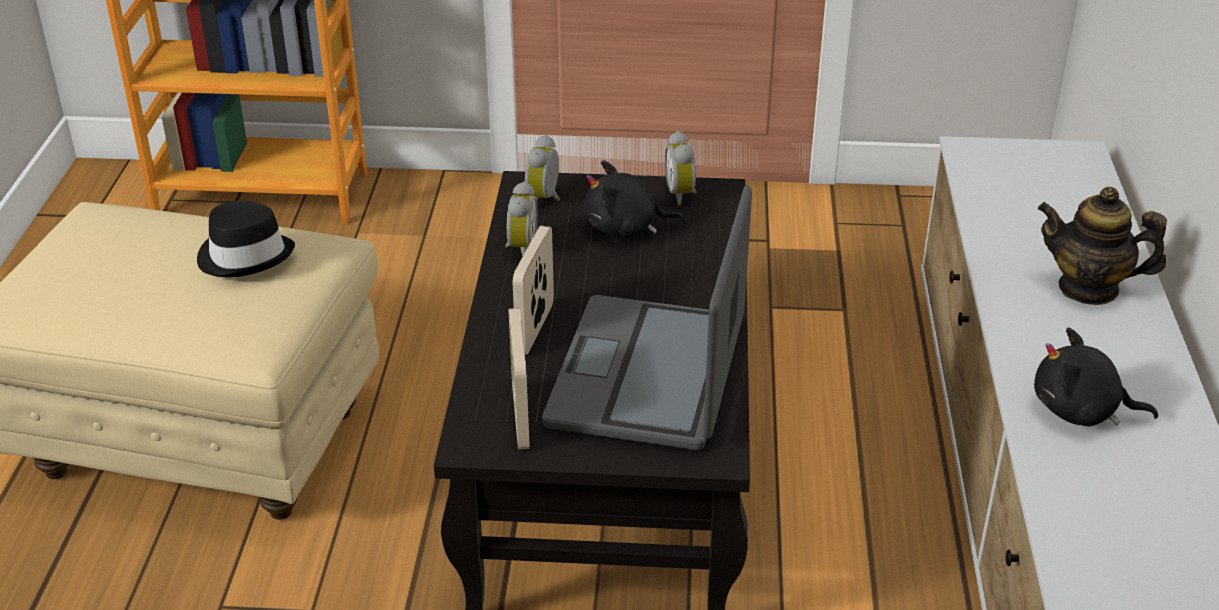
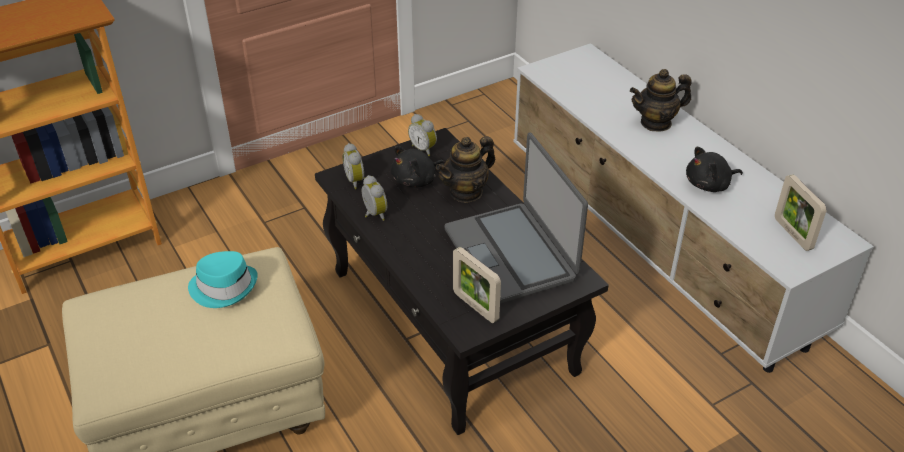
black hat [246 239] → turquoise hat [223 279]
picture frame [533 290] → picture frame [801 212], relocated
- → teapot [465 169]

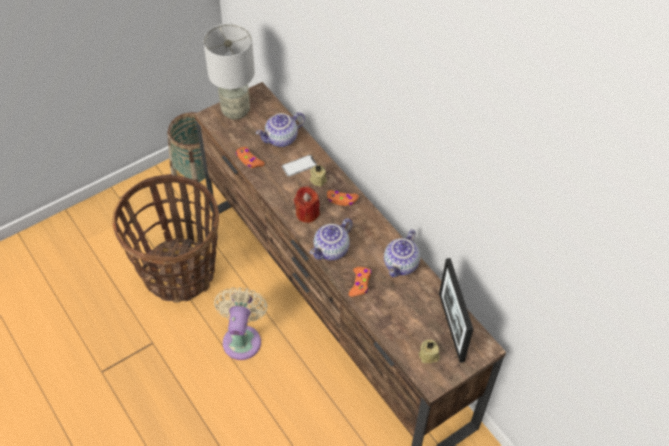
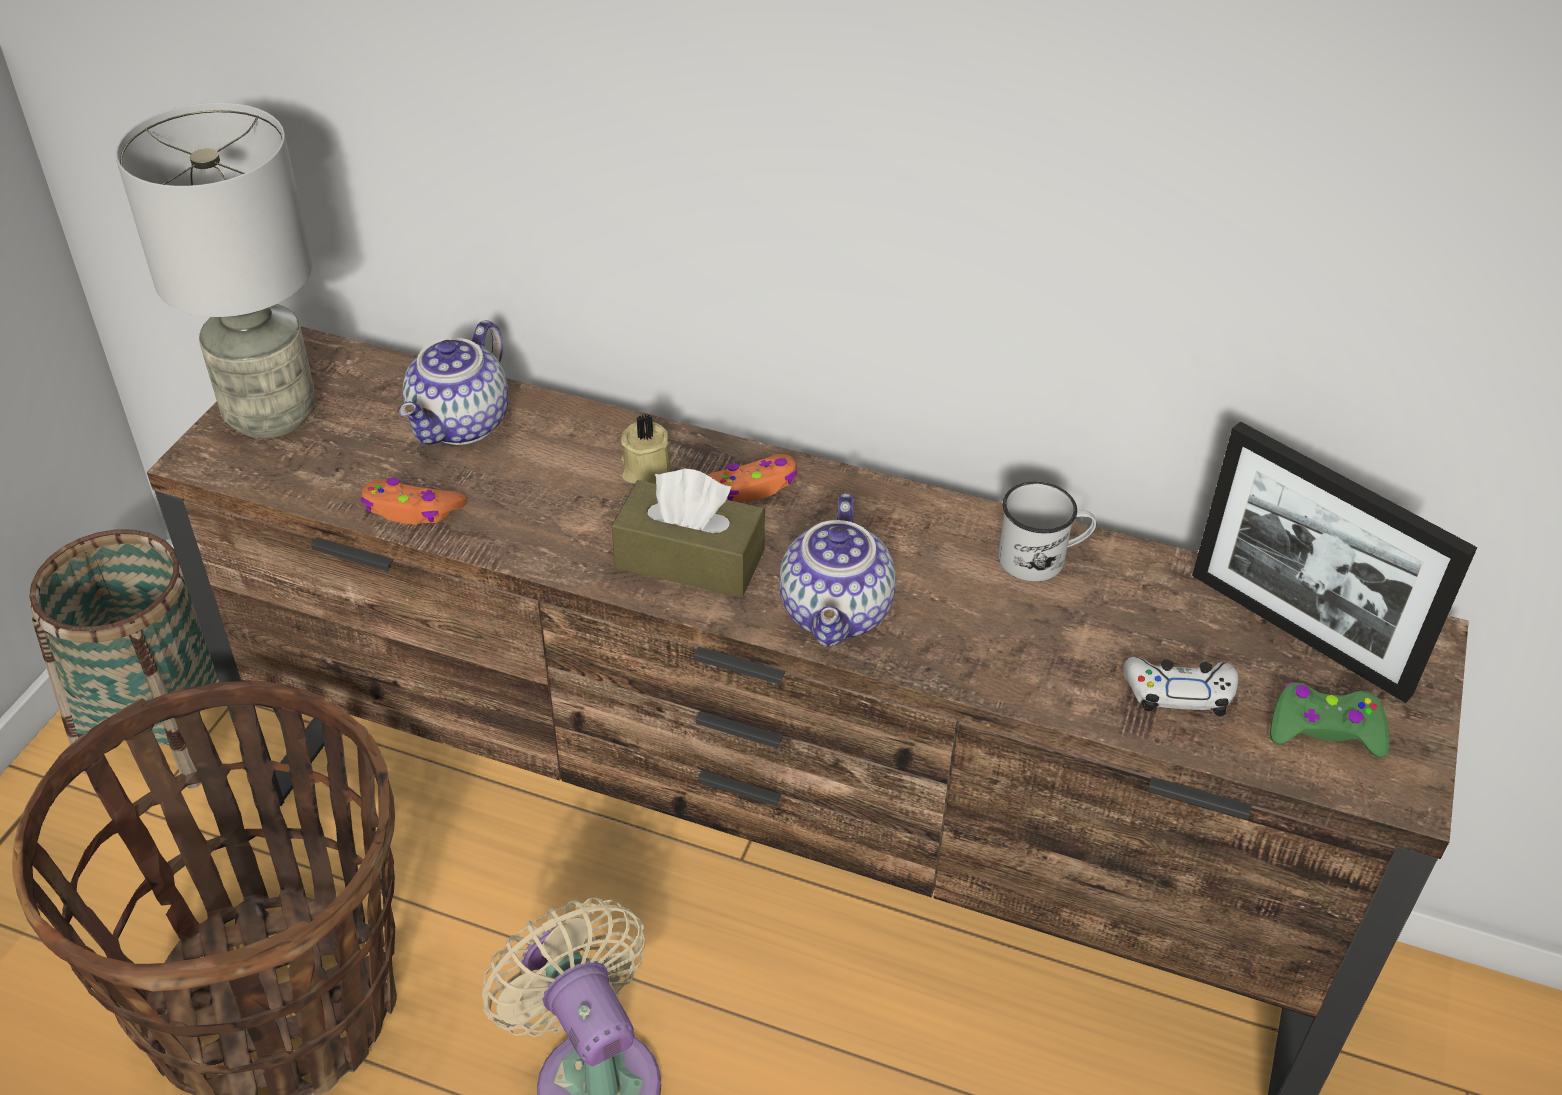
phone [299 166] → -
red candle [307 204] → brown tissue box [688 533]
orange game controller [360 282] → -
teapot [402 253] → white mug [1047 531]
beige candle [429 351] → green game controller [1329 720]
- → white game controller [1180 687]

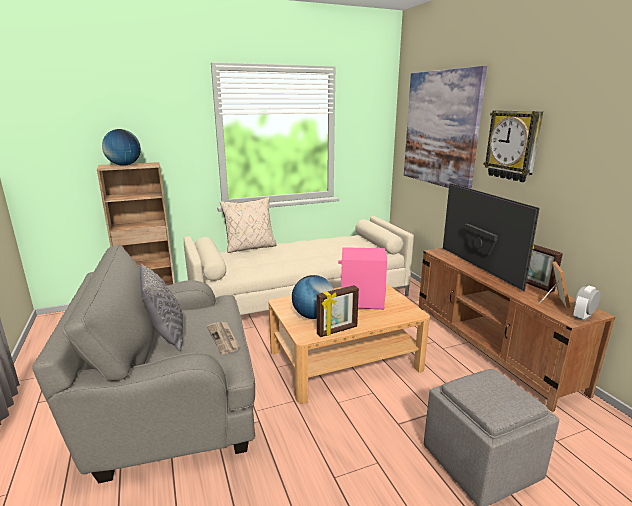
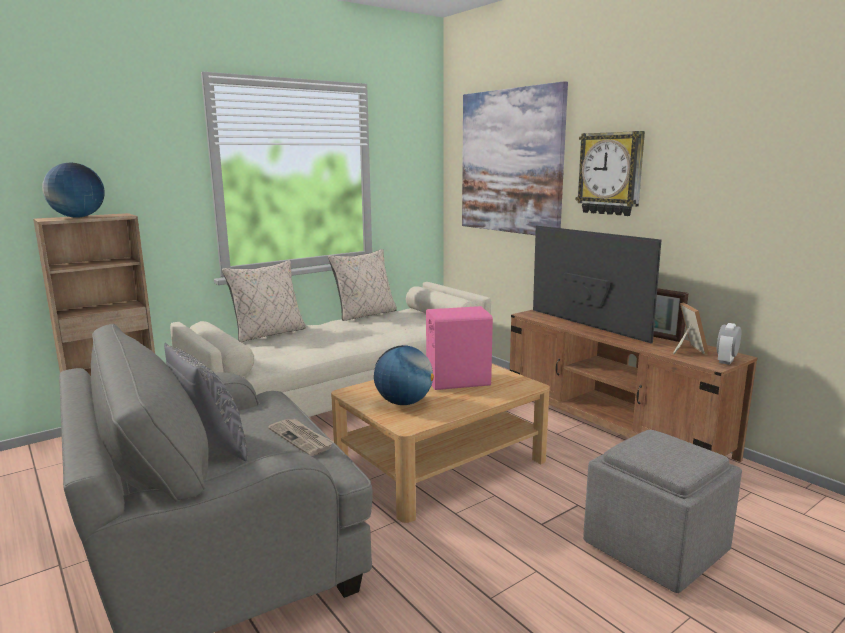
picture frame [338 311] → -
- → beige pillow [362 285]

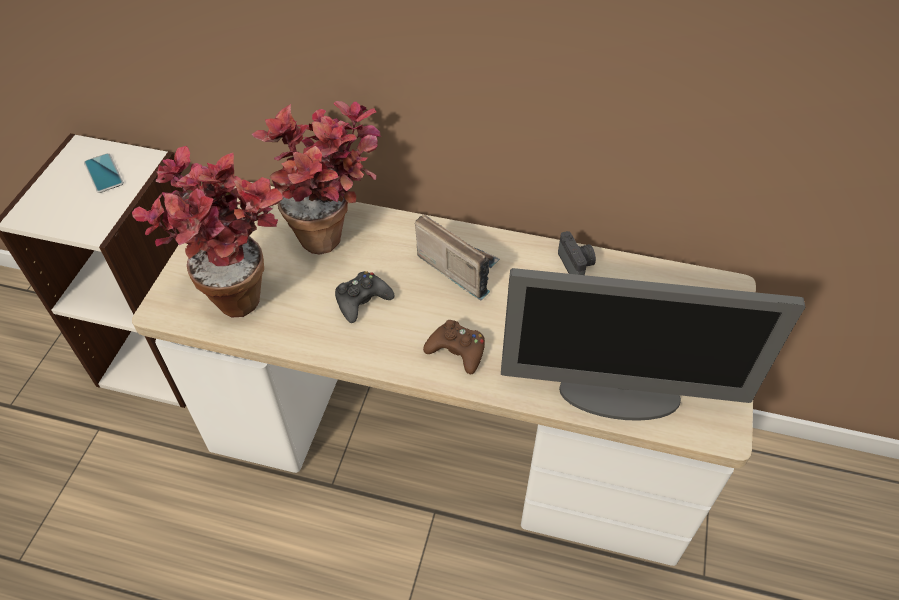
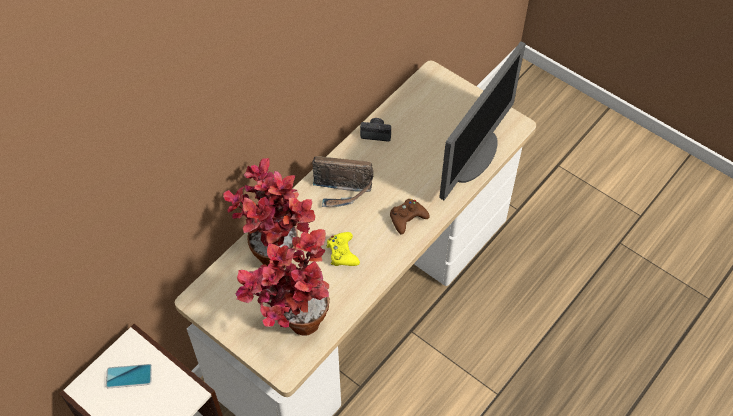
black game controller [365 297] → yellow game controller [343 249]
radio [457 257] → radio [342 181], 150 degrees counterclockwise

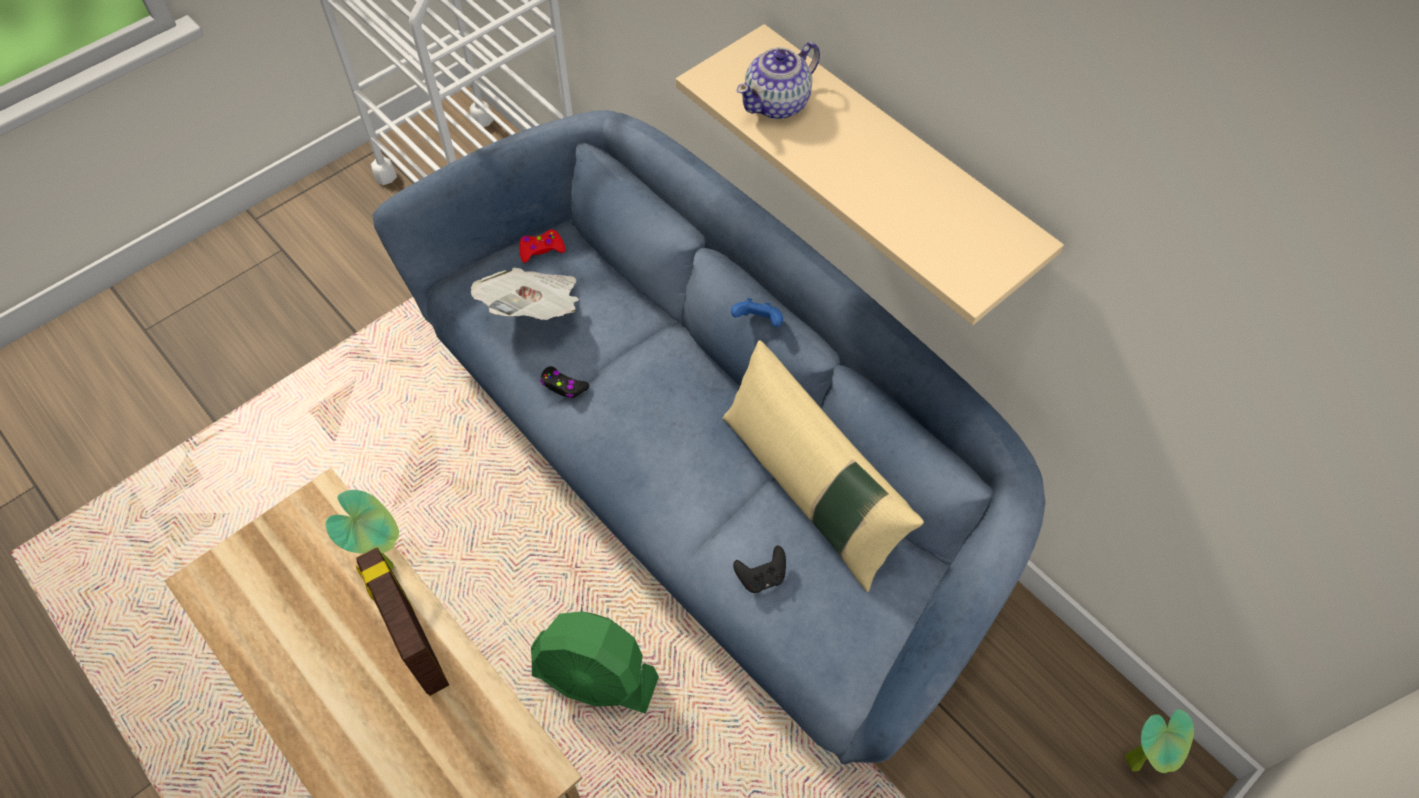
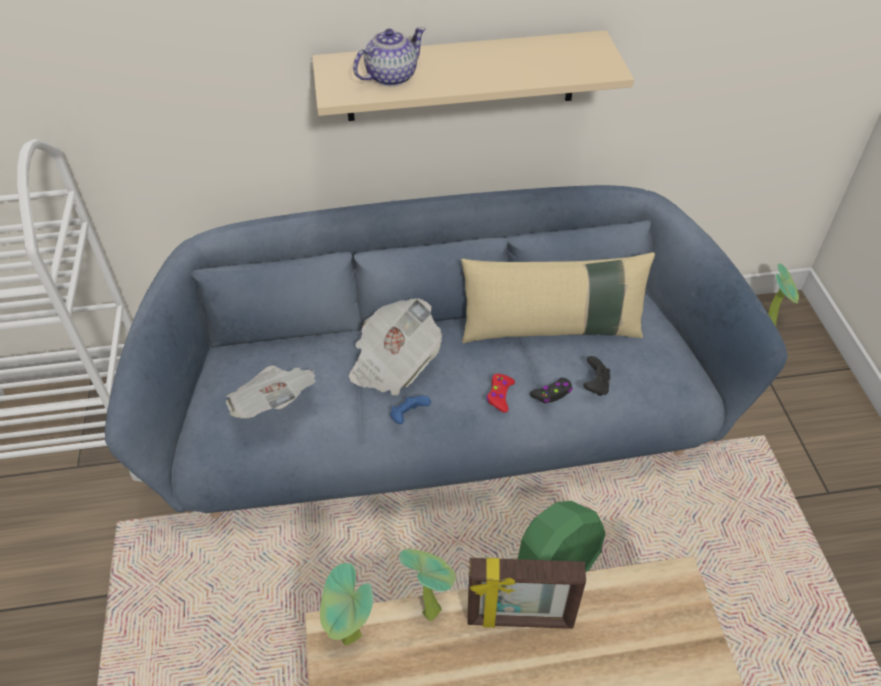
red game controller [542 246] → red game controller [500 393], relocated
black game controller [565 382] → black game controller [551 391], relocated
blue game controller [757 312] → blue game controller [410 410], relocated
teapot [778 80] → teapot [389 56], 120 degrees counterclockwise
- → potted plant [346 604]
- → newspaper [395 347]

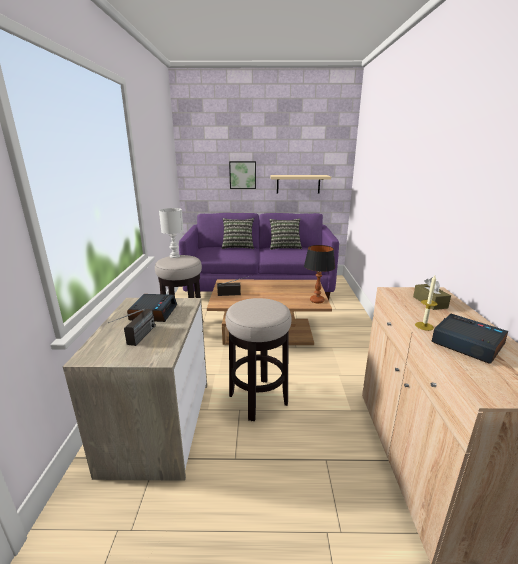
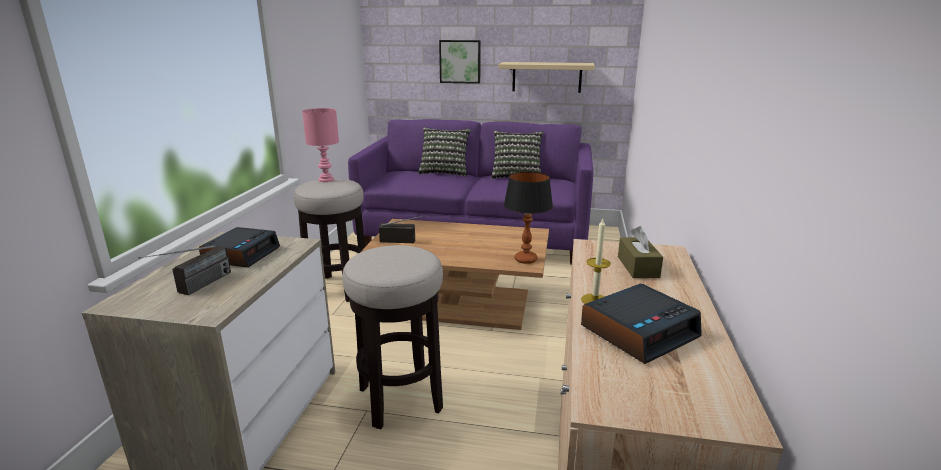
white table lamp [171 233] → pink table lamp [320 145]
alarm clock [470 339] → alarm clock [641 324], 90 degrees clockwise

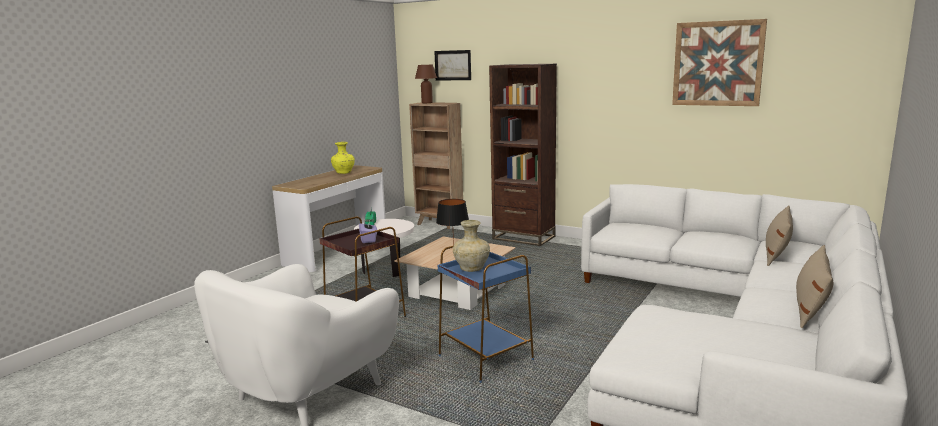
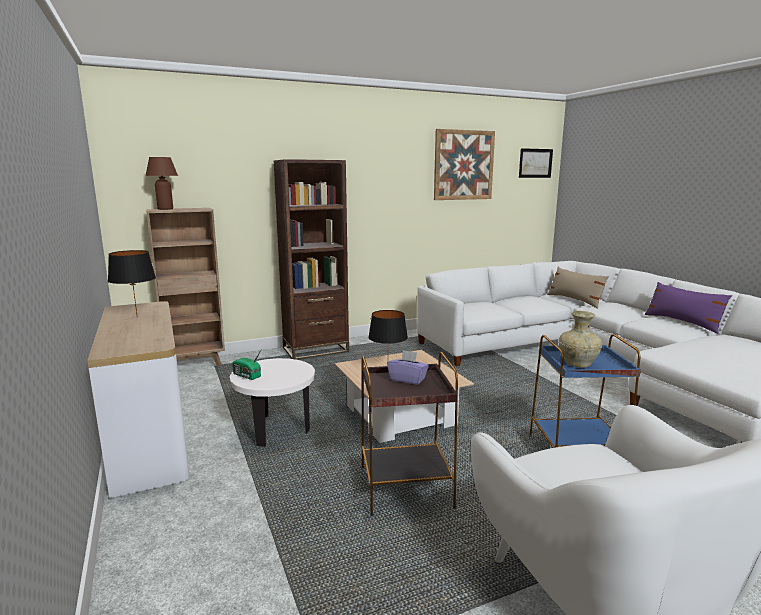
yellow vase [343 158] → black table lamp [132 283]
picture [452 65] → picture [536 163], relocated
beige pillow [814 286] → purple pillow [688 307]

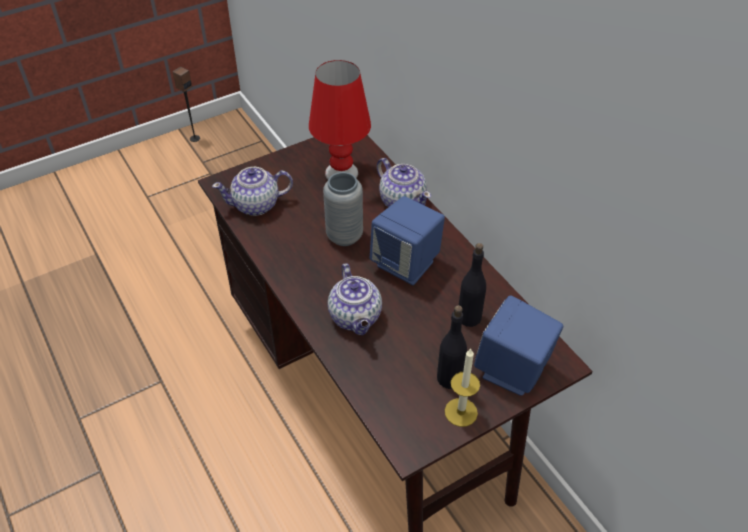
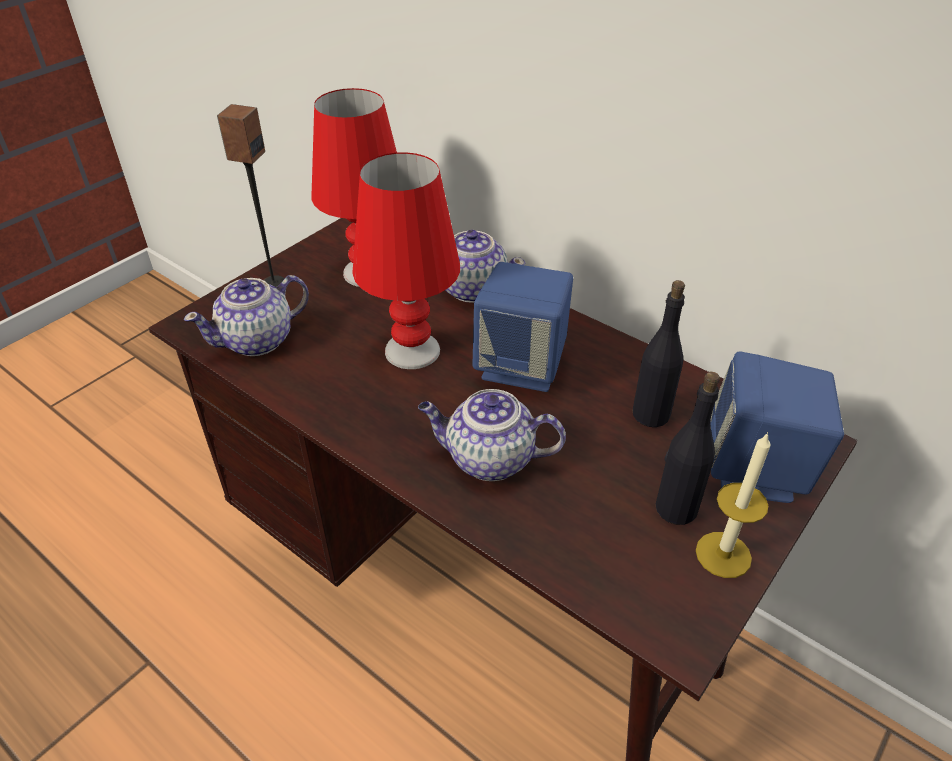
speaker [186 104] → speaker [250 195], relocated
grey vase [343 209] → red table lamp [406 260]
teapot [355 299] → teapot [492 435], 135 degrees clockwise

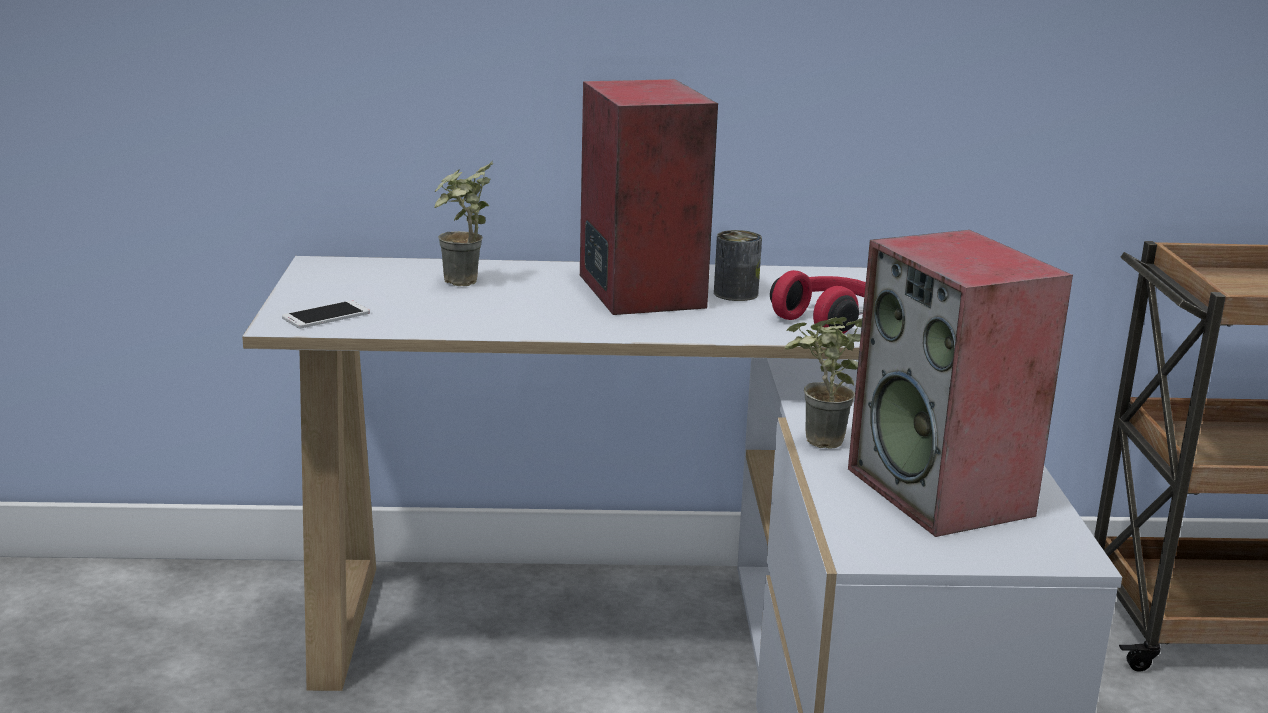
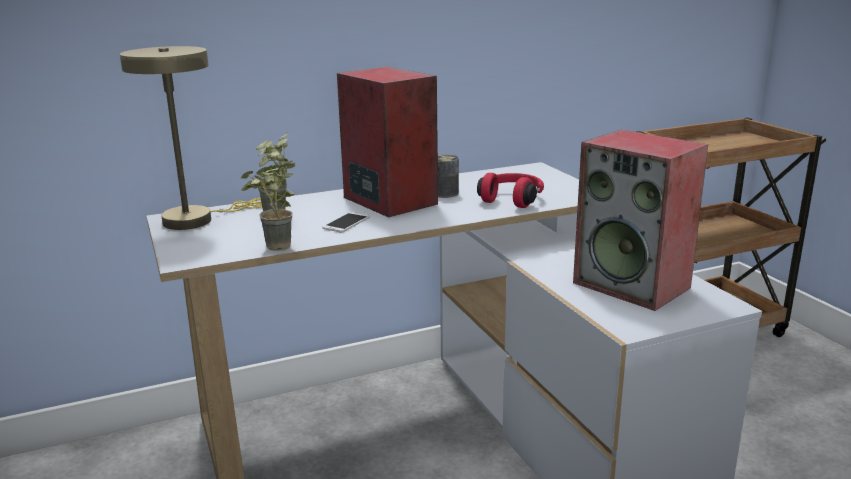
phone [326 314] → phone [346 222], relocated
potted plant [823 383] → potted plant [268 206], relocated
- → beige table lamp [191 138]

